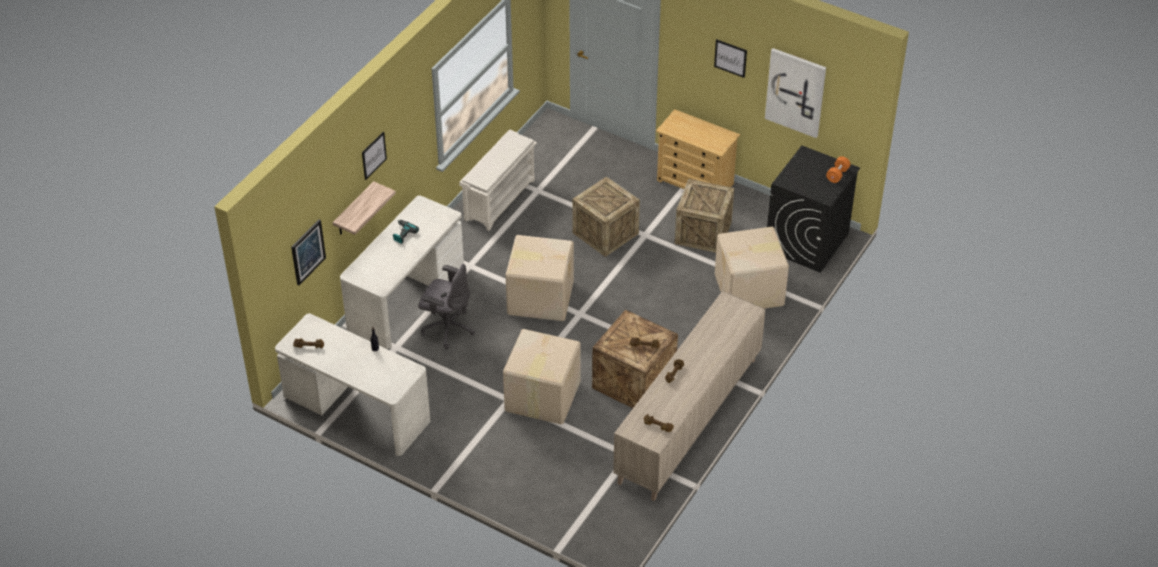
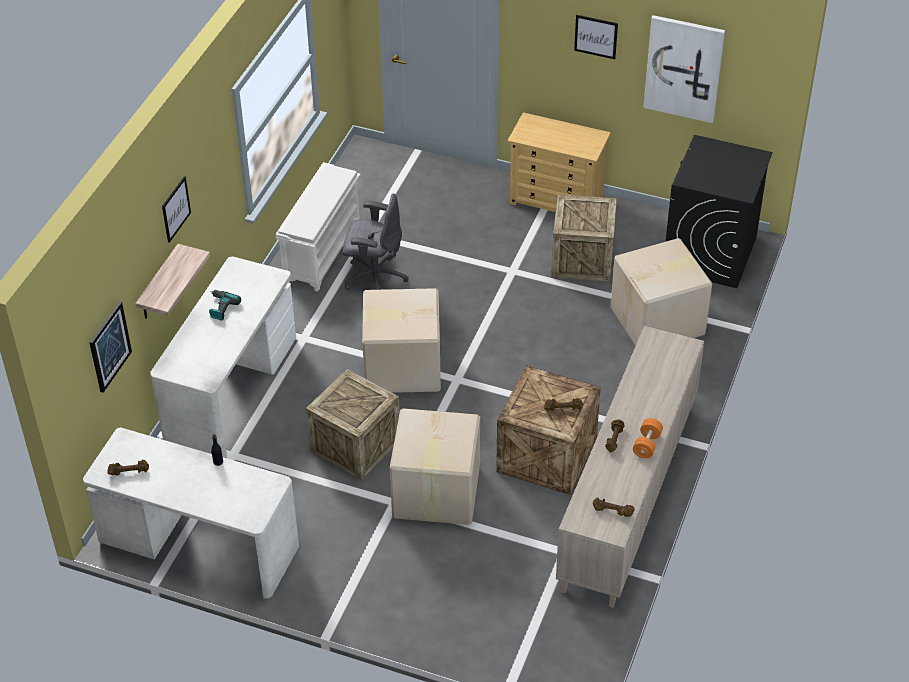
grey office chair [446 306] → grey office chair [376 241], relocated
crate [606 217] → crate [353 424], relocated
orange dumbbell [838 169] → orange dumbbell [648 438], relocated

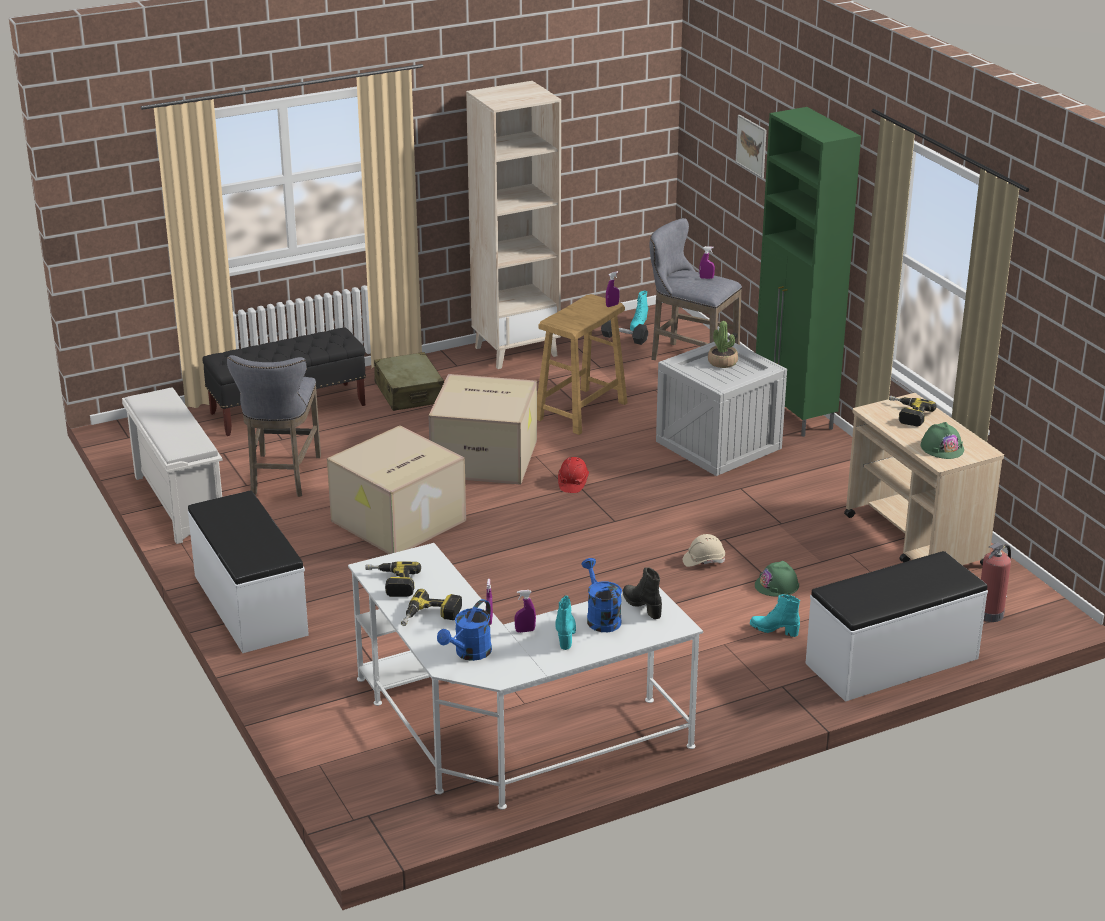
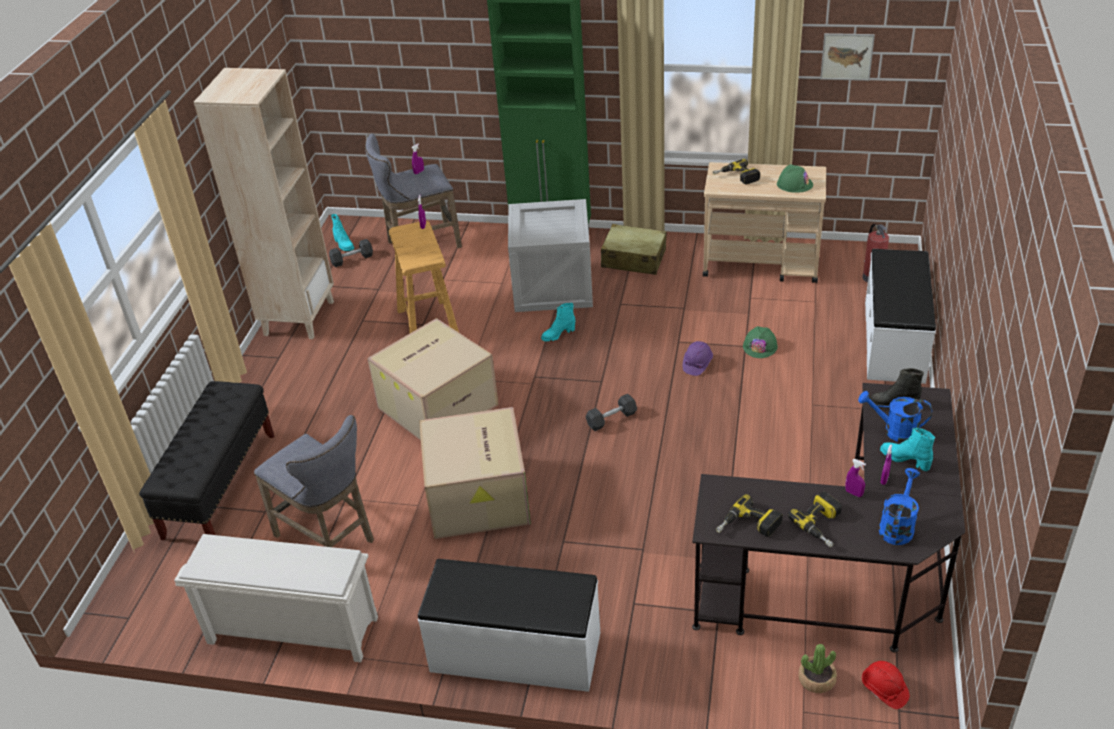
white desk [525 676] → black desk [828 517]
beige suitcase [409 381] → beige suitcase [634 249], relocated
blue watering can [464 630] → blue watering can [899 506], 135 degrees counterclockwise
red hard hat [573 475] → red hard hat [886 685], relocated
beige hard hat [704 550] → purple hard hat [698 358]
potted plant [723 344] → potted plant [817 668], relocated
picture [751 146] → picture [847 57], relocated
turquoise boot [775 615] → turquoise boot [558 322], relocated
- → grey dumbbell [611 412]

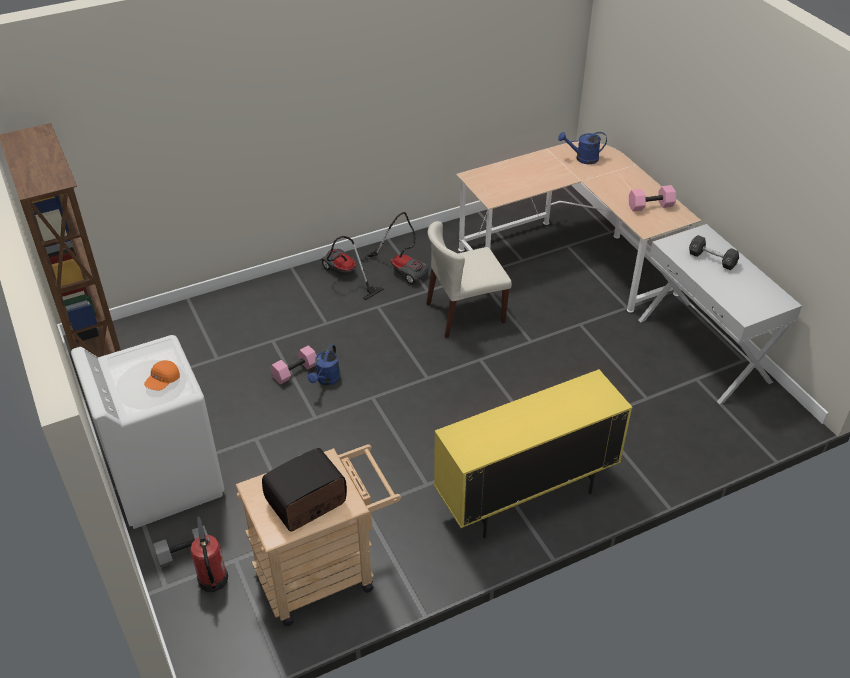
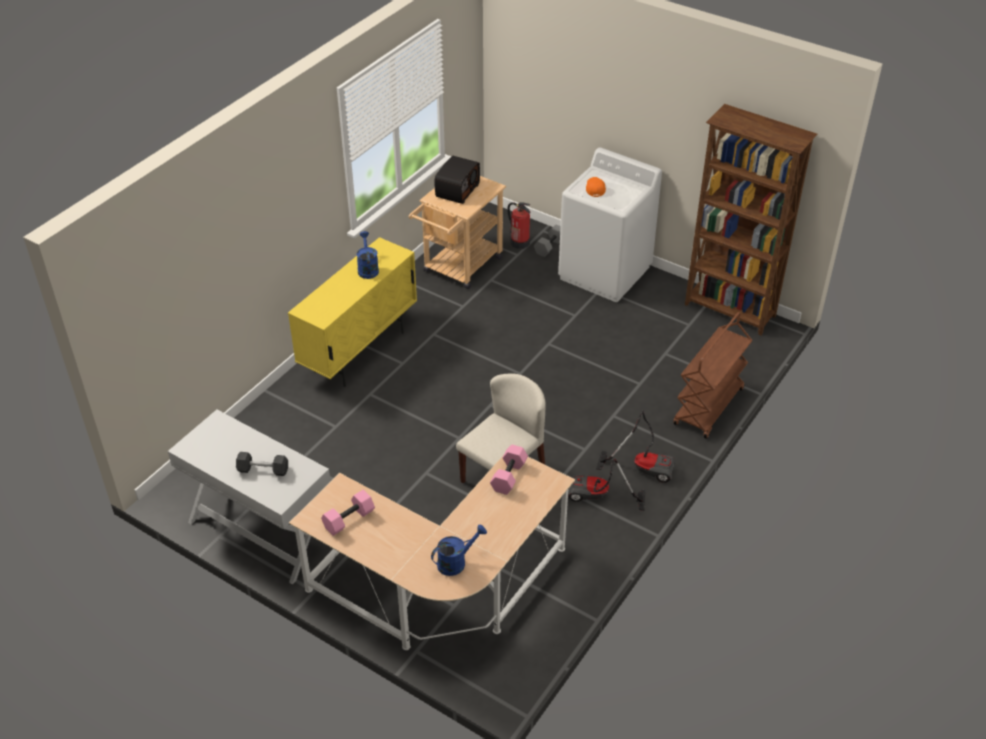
pink dumbbell [293 365] → pink dumbbell [509 469], relocated
blue watering can [324 364] → blue watering can [368 255], relocated
- → brown cart [712 375]

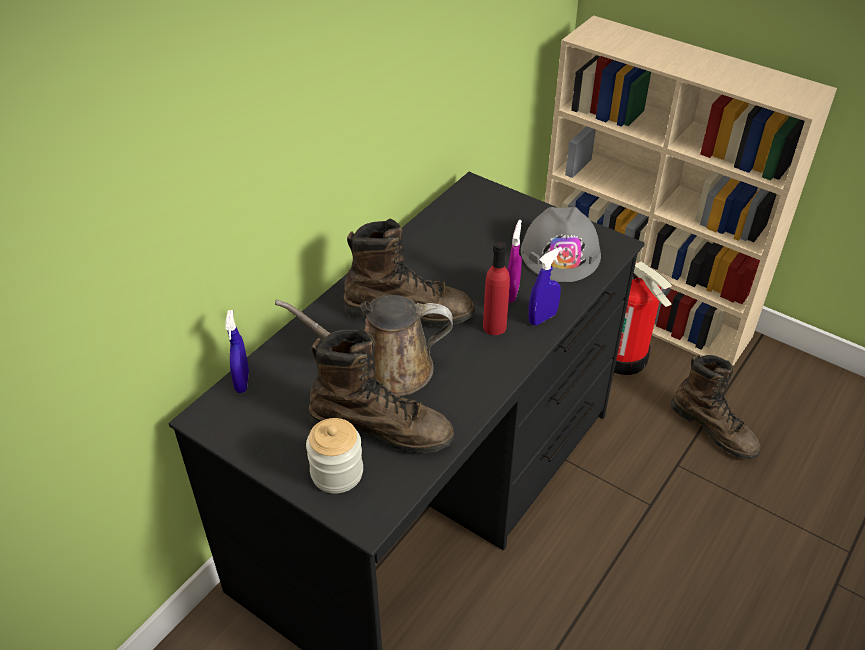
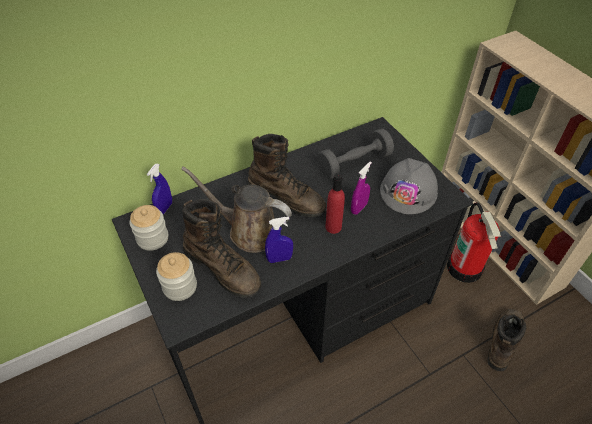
blue spray bottle [545 286] → blue spray bottle [279 240], relocated
brown boot [716 407] → brown boot [506 340], 135 degrees counterclockwise
- → jar [149 228]
- → grey dumbbell [356 153]

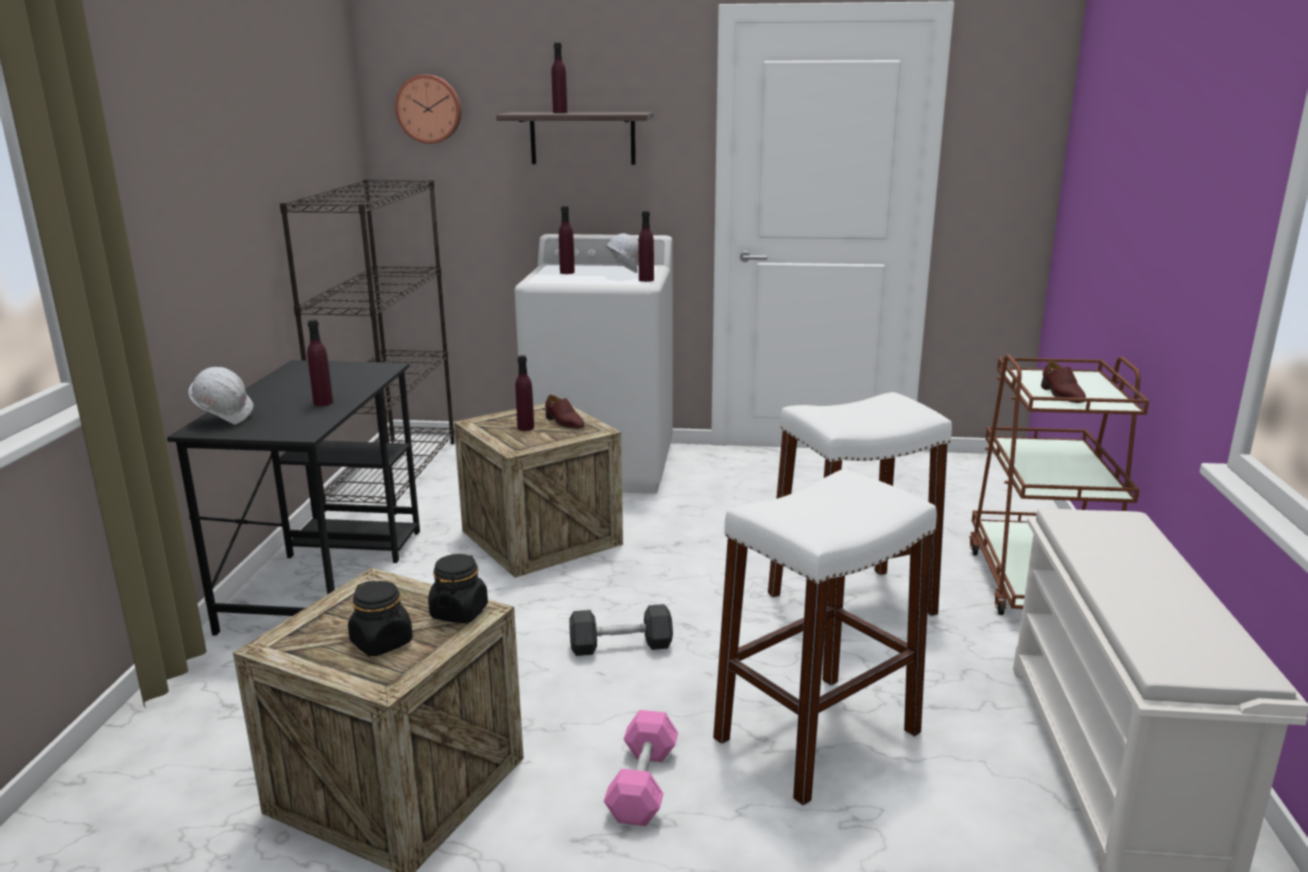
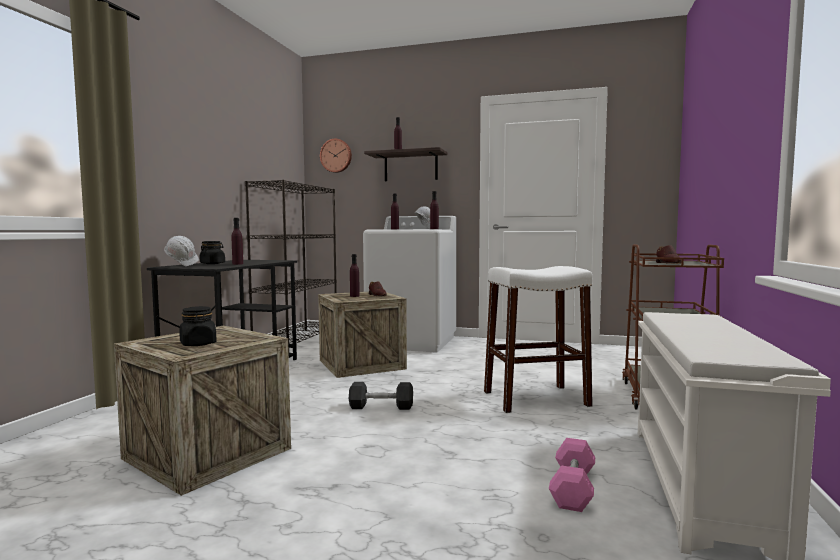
black jar [458 588] → black jar [212 252], relocated
pink dumbbell [641 768] → pink dumbbell [572 475], relocated
white stool [825 637] → -

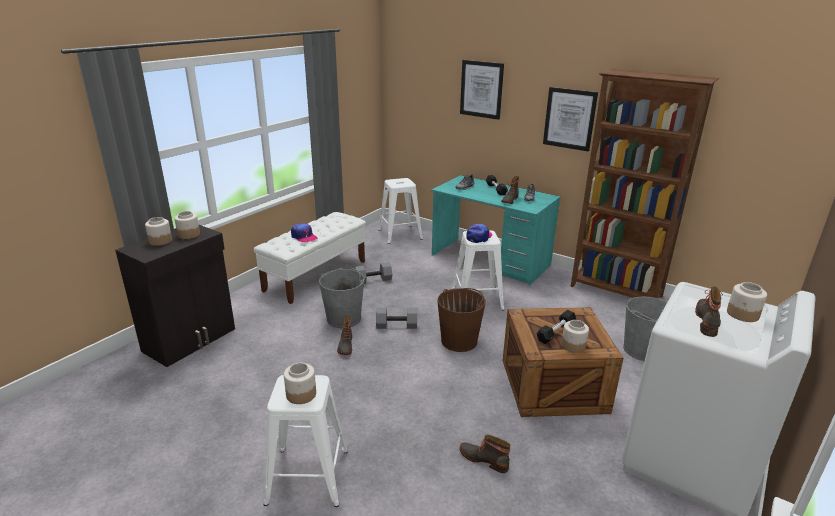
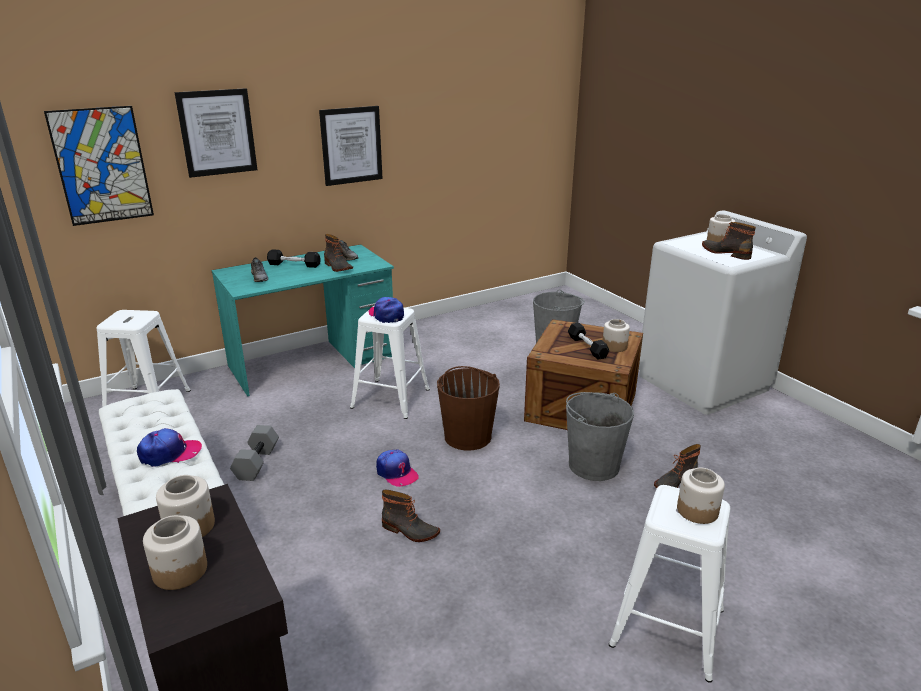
grey bucket [341 297] → grey bucket [600 436], relocated
grey dumbbell [396 318] → cap [397 468]
brown bookcase [645 184] → -
- → picture [99 166]

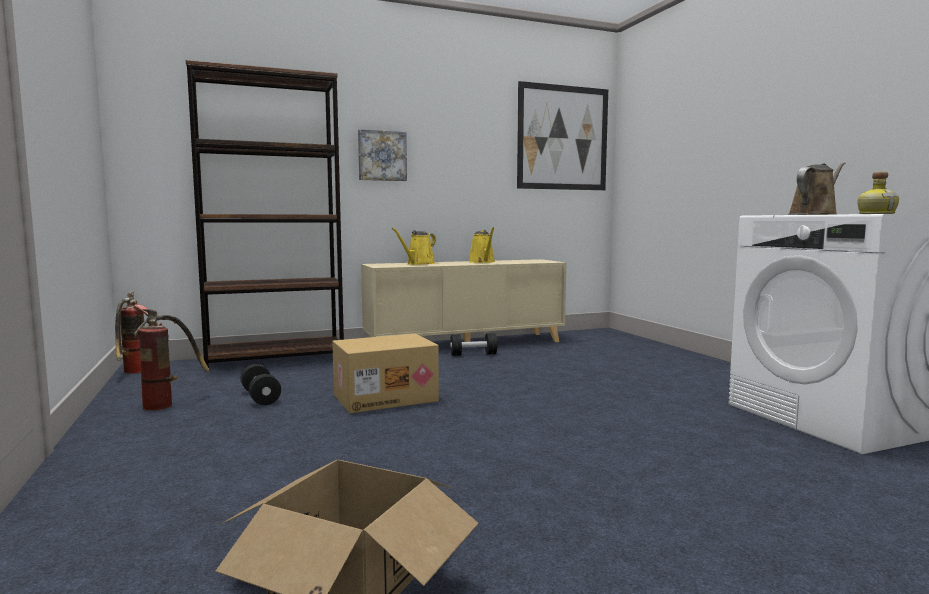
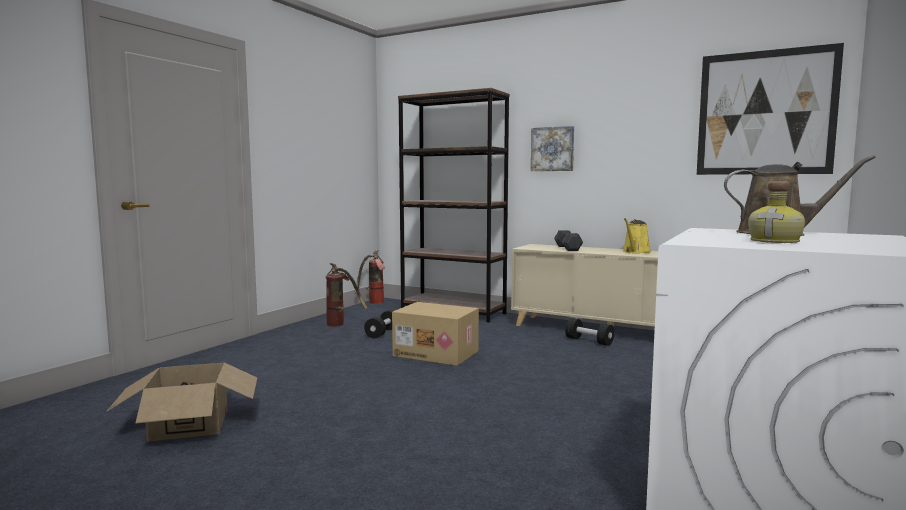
yellow watering can [413 246] → grey dumbbell [568 240]

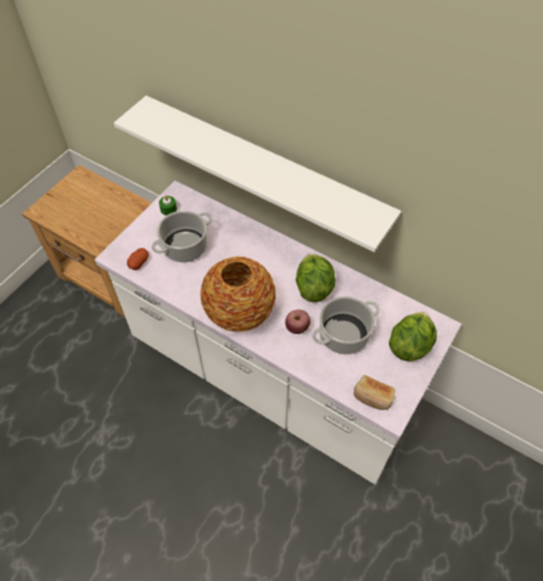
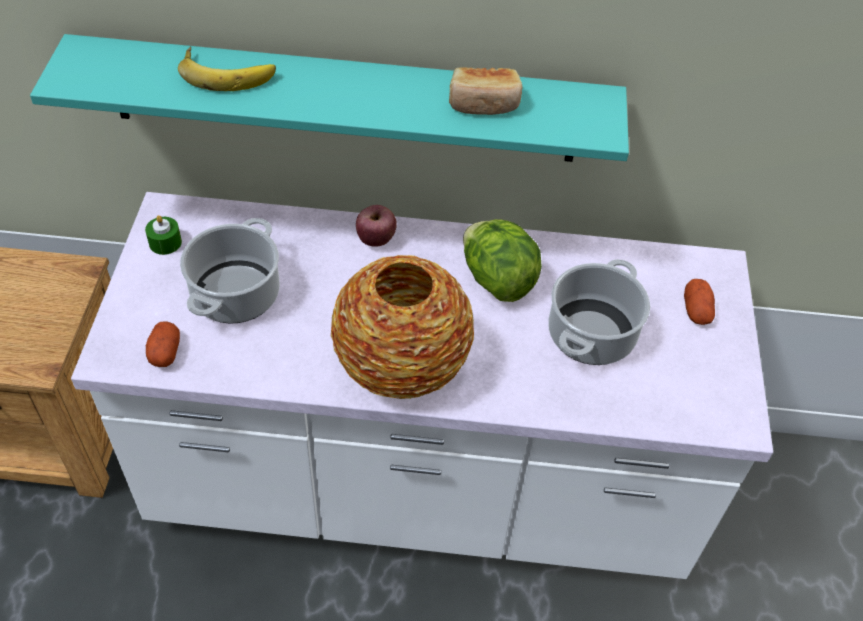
white shelf [257 174] → turquoise shelf [329 98]
apple [297 322] → apple [376 226], relocated
bread [374 392] → bread [486 91], relocated
lettuce [413 336] → potato [699 302]
- → banana [227 68]

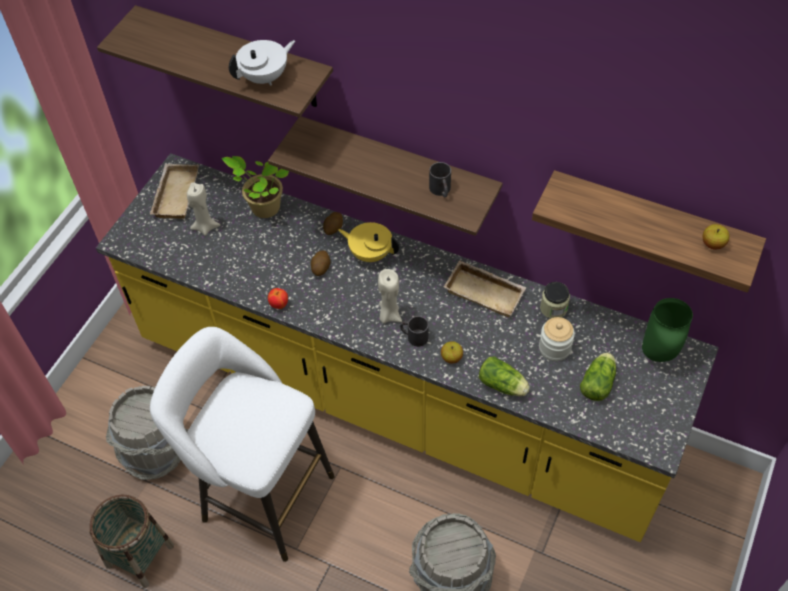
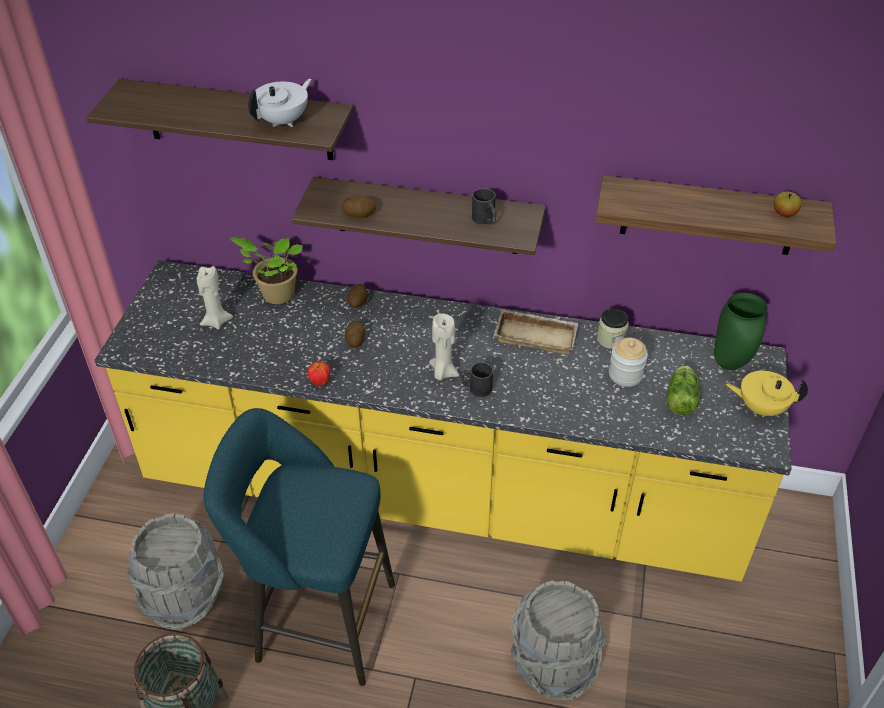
beige tray [174 191] → -
white stool [242 444] → turquoise stool [299 547]
yellow teapot [368 242] → yellow teapot [767 394], relocated
apple [452 352] → -
lettuce [504 376] → -
- → potato [359 206]

